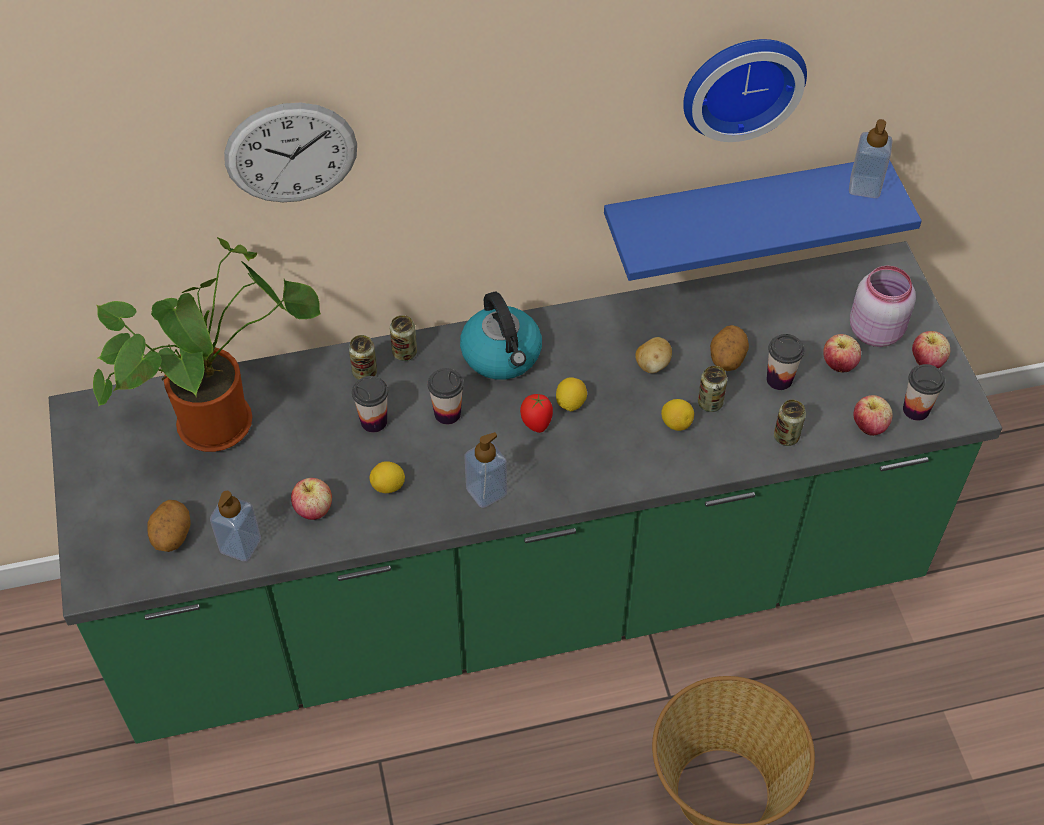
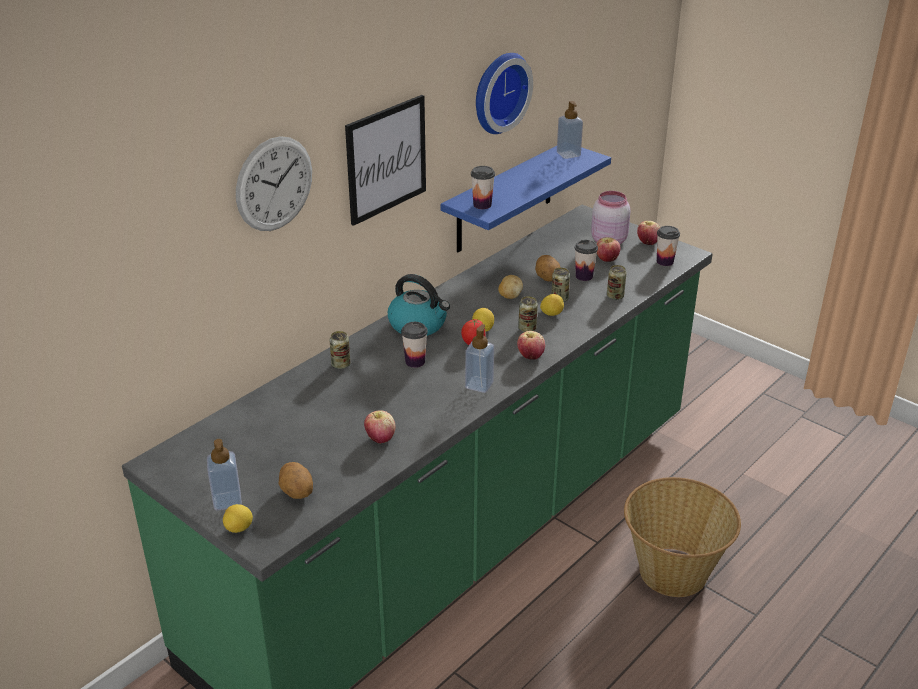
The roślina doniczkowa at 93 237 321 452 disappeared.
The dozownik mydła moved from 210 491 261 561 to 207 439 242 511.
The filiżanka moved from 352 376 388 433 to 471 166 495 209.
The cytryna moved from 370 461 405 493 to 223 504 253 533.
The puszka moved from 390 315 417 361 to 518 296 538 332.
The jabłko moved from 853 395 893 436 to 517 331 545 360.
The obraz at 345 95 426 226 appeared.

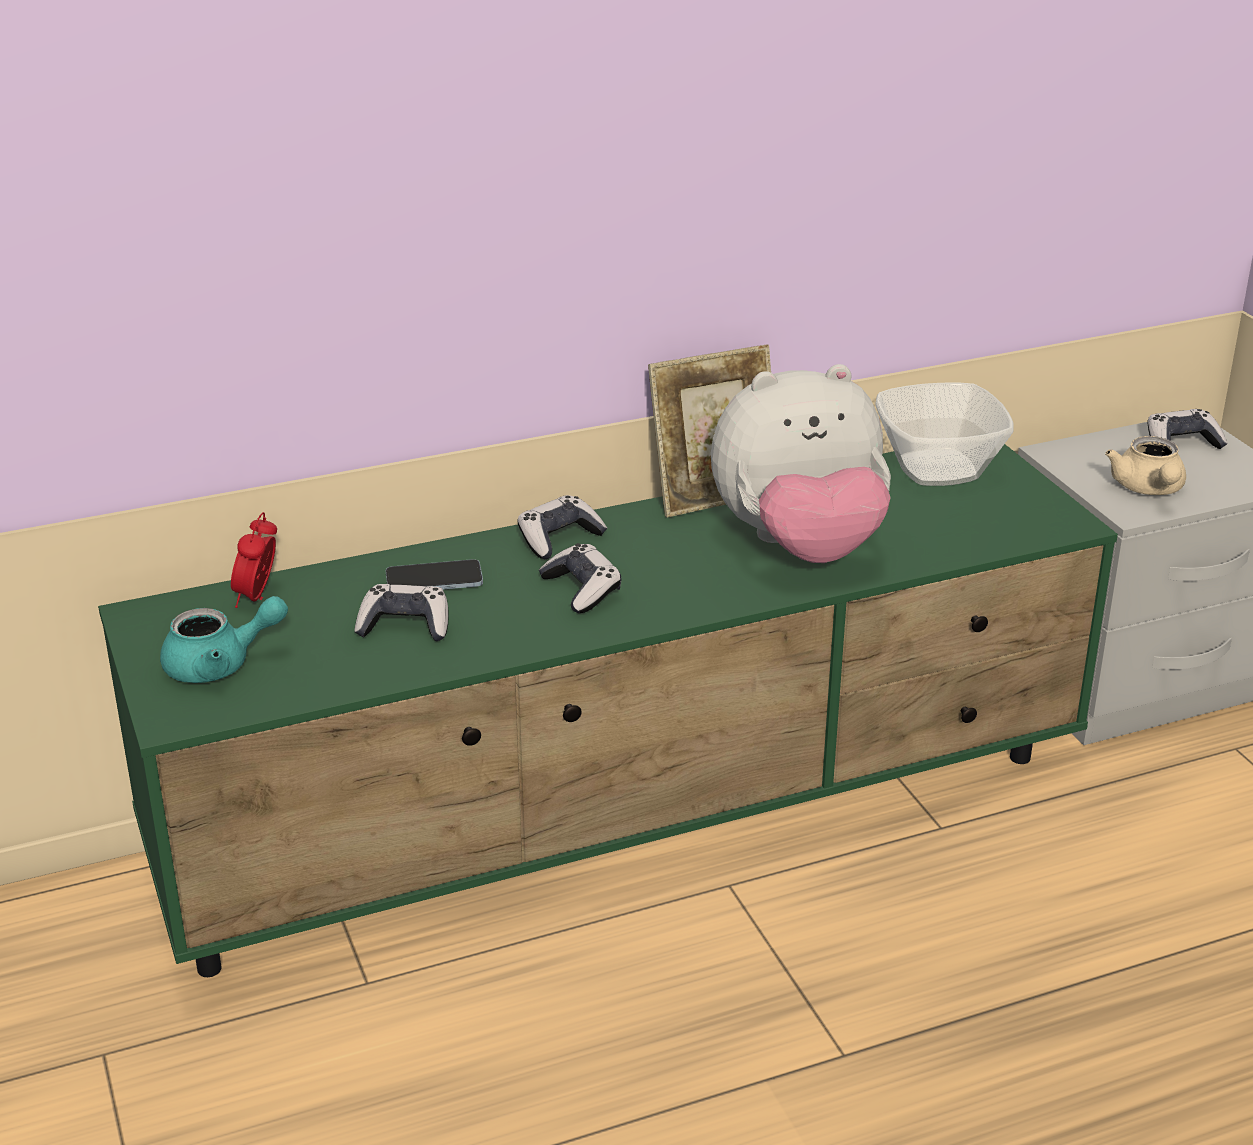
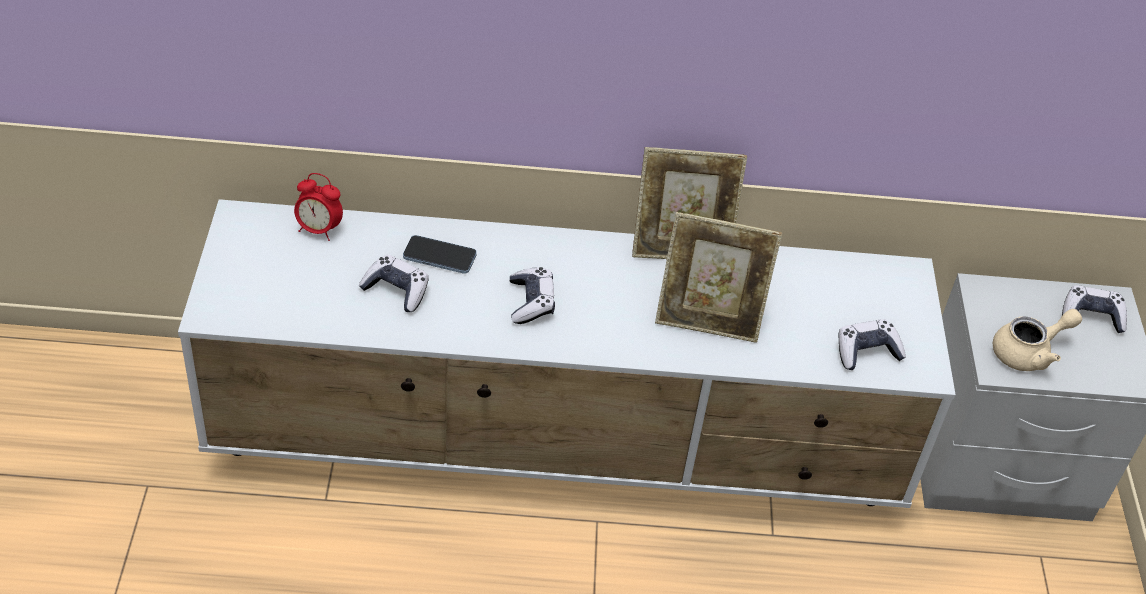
The szafka pod telewizor/zielony at 98 444 1118 977 became the szafka pod telewizor/biały at 178 199 956 508.
The imbryk/turkusowy at 160 596 288 683 disappeared.
The budzik at 231 512 277 608 turned 105 degrees counterclockwise.
The pad do gier moved from 518 495 607 559 to 839 319 906 370.
The pluszak at 711 364 891 563 was replaced by the ramka na zdjęcie at 655 212 782 343.
The miska at 875 382 1014 486 disappeared.
The imbryk/beżowy at 1105 436 1186 495 turned 135 degrees counterclockwise.

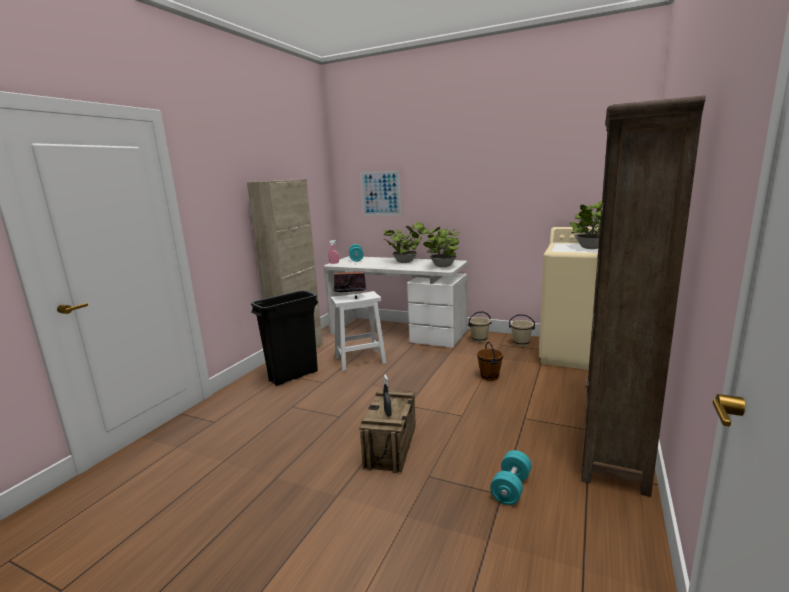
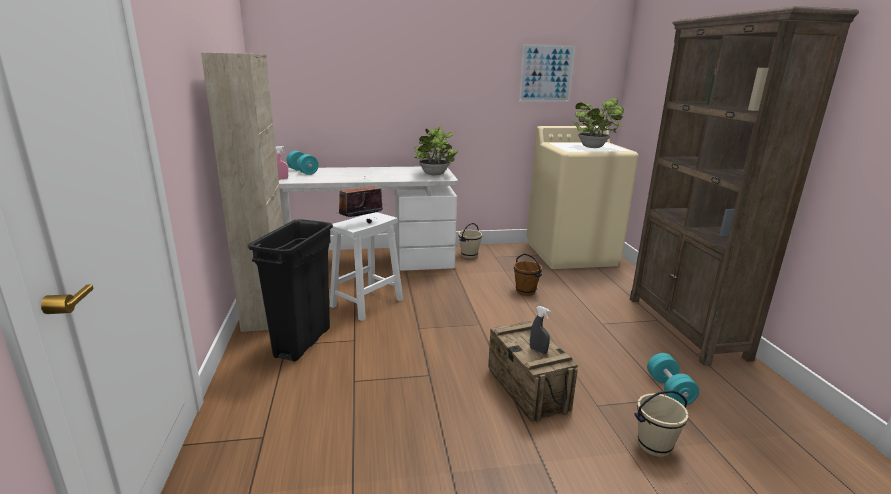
The obraz moved from 360 170 401 215 to 519 44 575 102.
The roślina doniczkowa at 383 222 429 263 disappeared.
The wiadro/beżowy moved from 509 314 535 347 to 634 390 688 457.

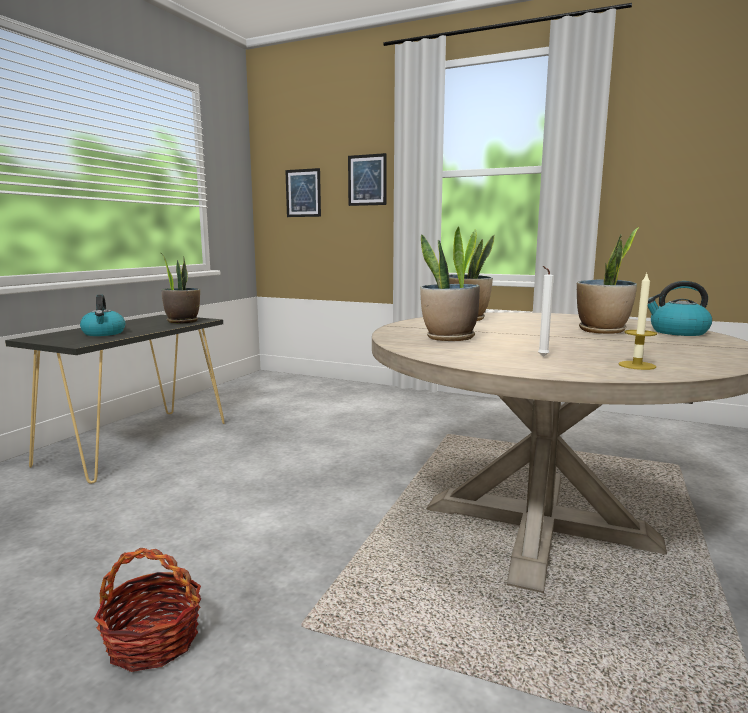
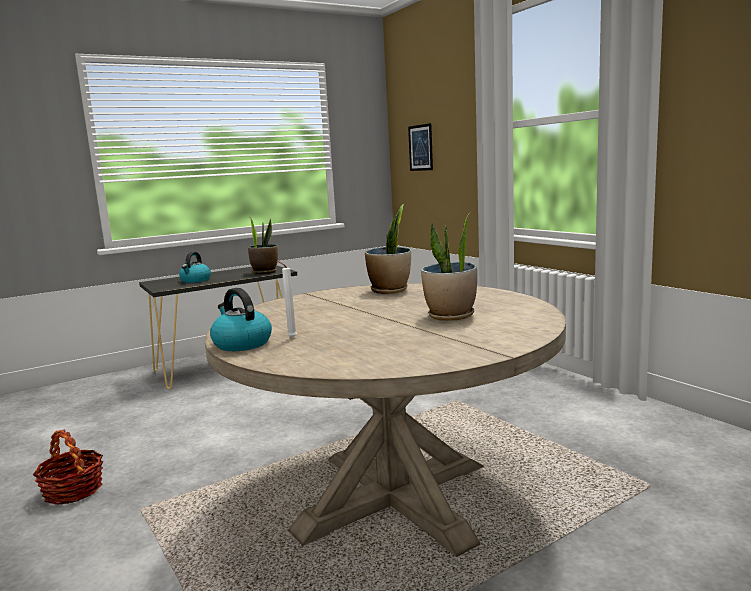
The obraz at 348 153 387 206 disappeared.
The roślina doniczkowa at 420 226 480 341 disappeared.
The świeca at 619 274 657 370 disappeared.
The czajnik moved from 648 281 712 336 to 210 288 272 351.

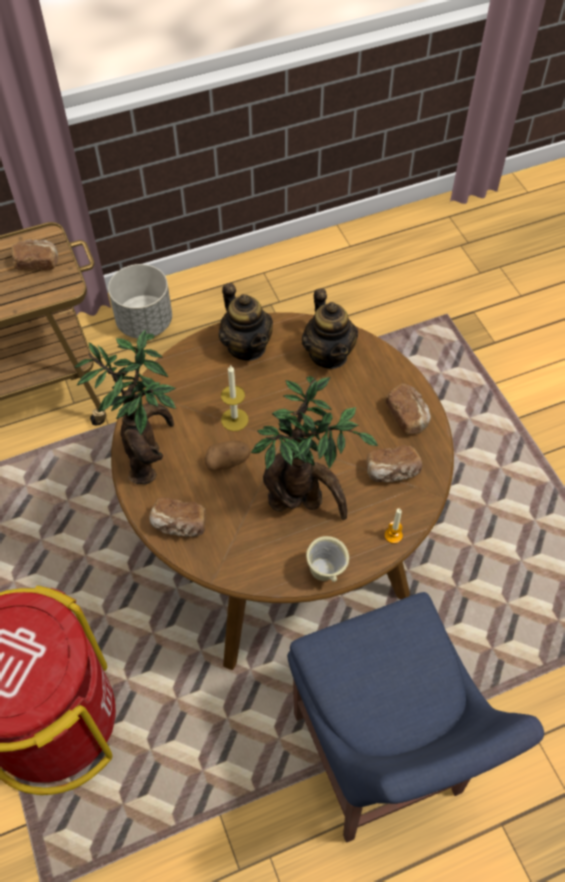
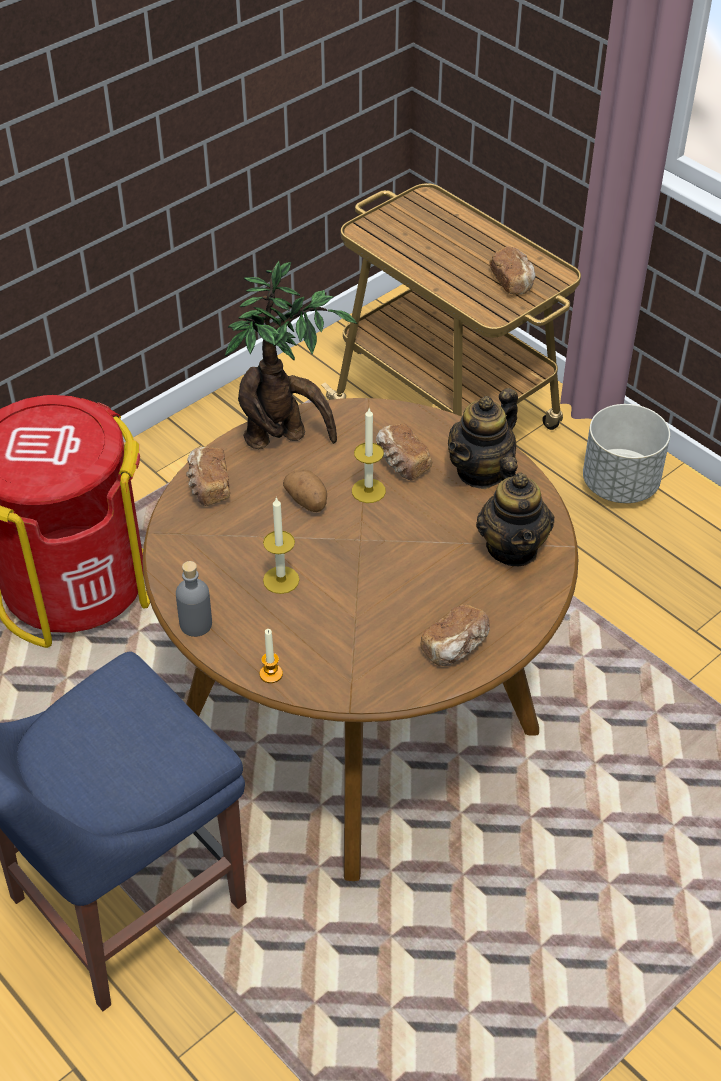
The roślina doniczkowa at 251 376 378 520 was replaced by the świeca at 263 497 299 594.
The imbryk at 302 288 358 369 turned 60 degrees counterclockwise.
The kubek/beżowy at 306 536 349 582 was replaced by the butelka/szary at 176 561 212 637.
The chleb moved from 366 445 422 482 to 376 423 432 481.

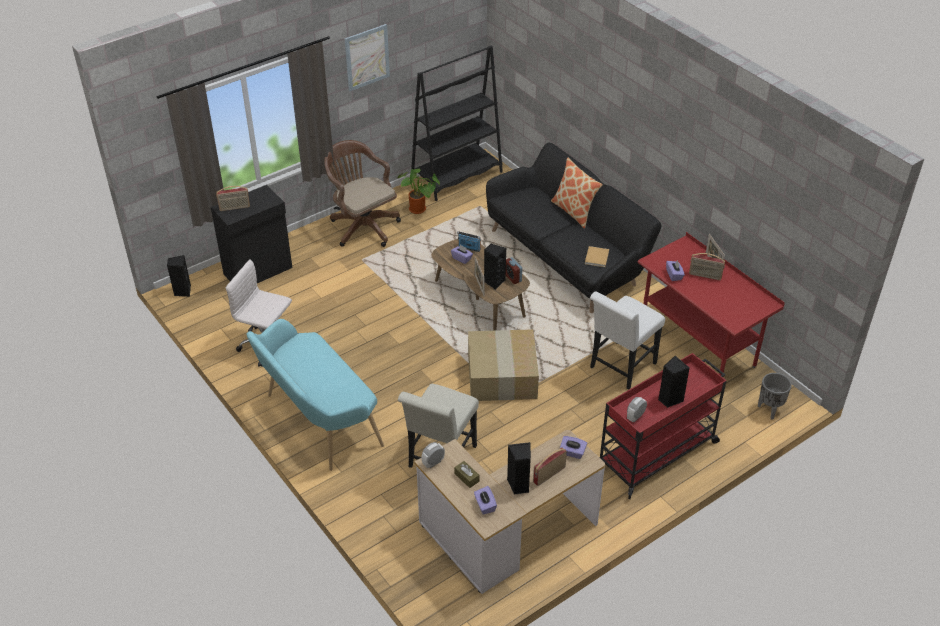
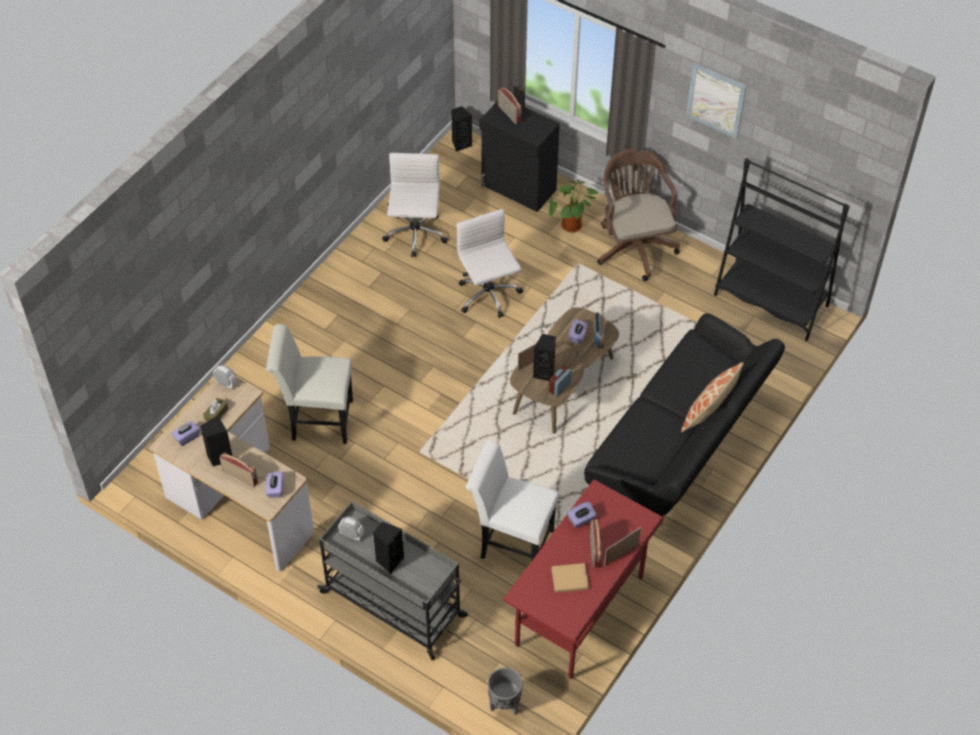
The ławka/turkusowy at 247 319 384 471 disappeared.
The krzesło biurowe/brązowy at 325 140 401 247 turned 45 degrees counterclockwise.
The roślina doniczkowa moved from 397 169 440 214 to 549 180 599 233.
The karton at 468 329 539 401 disappeared.
The książka/beżowy moved from 585 246 609 267 to 551 563 589 593.
The wózek/czerwony at 600 353 727 499 became the wózek/szary at 317 501 467 660.
The krzesło biurowe/biały at 456 209 523 318 appeared.

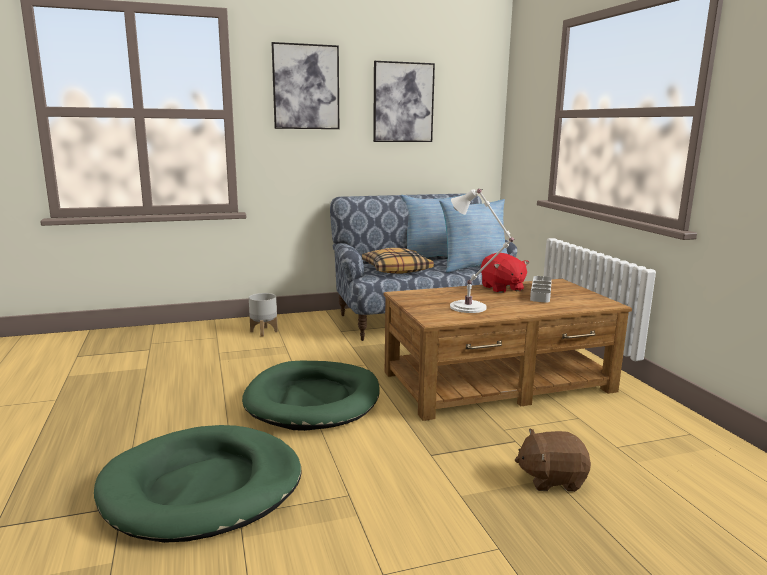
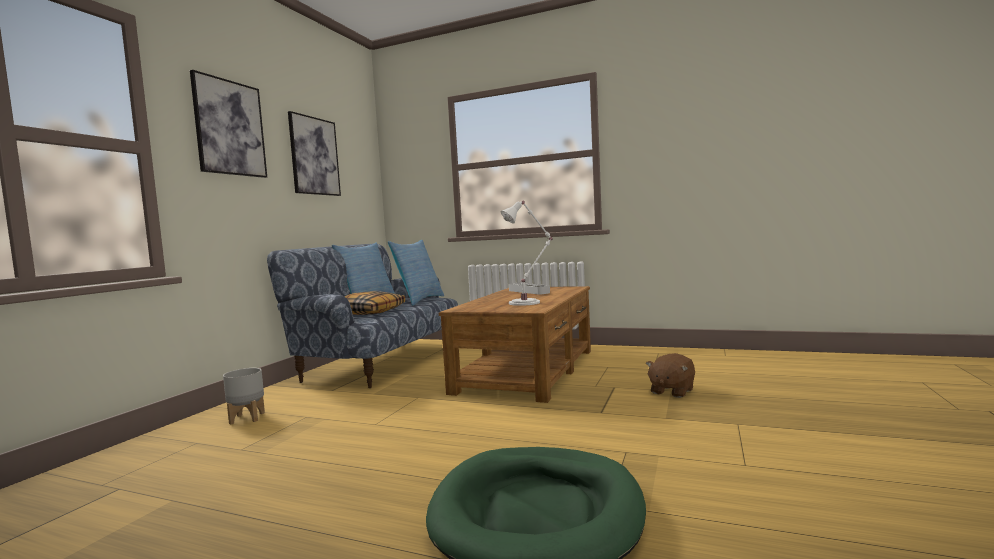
The legowisko/zielony at 242 361 380 431 disappeared.
The pluszak/czerwony at 481 253 529 293 disappeared.

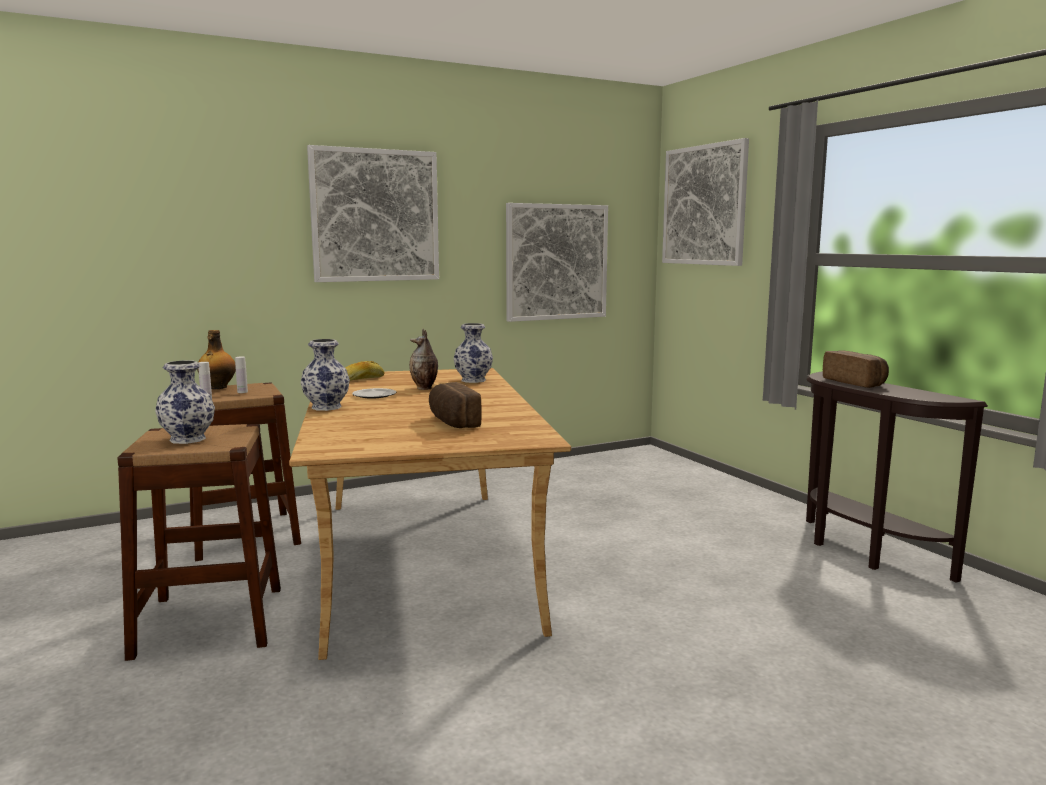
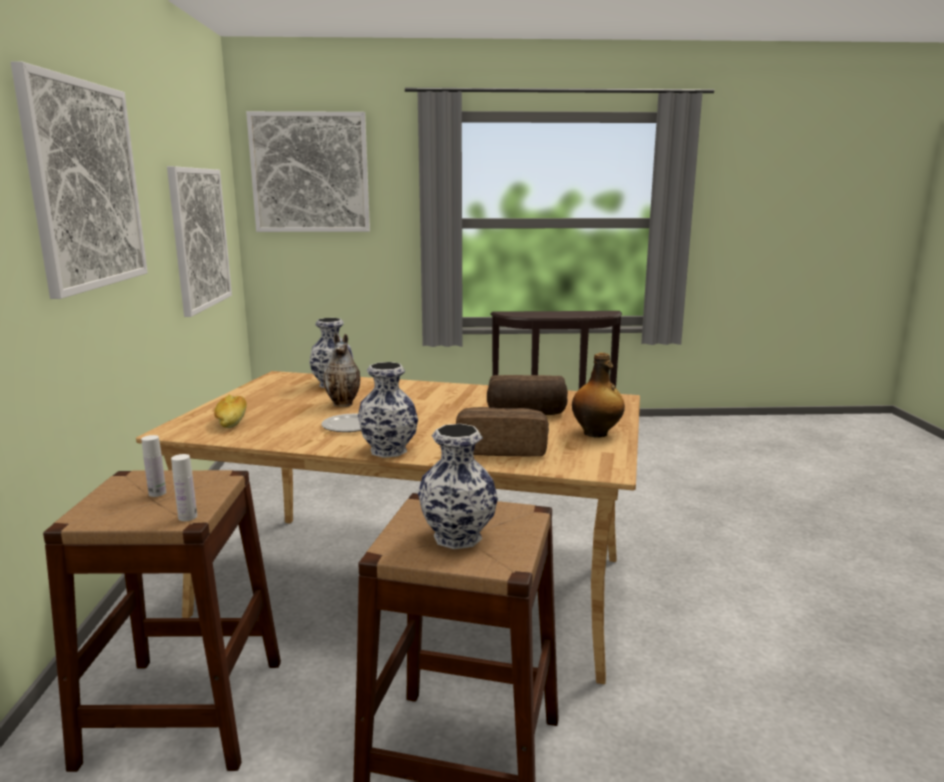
The butelka moved from 197 330 236 389 to 572 353 625 437.
The chleb moved from 823 350 889 388 to 456 407 549 456.

